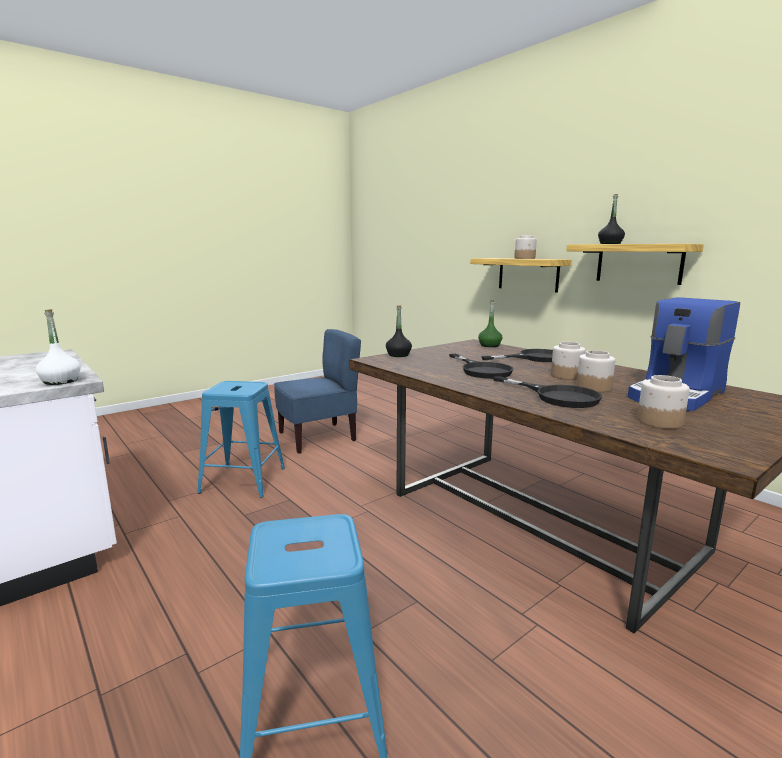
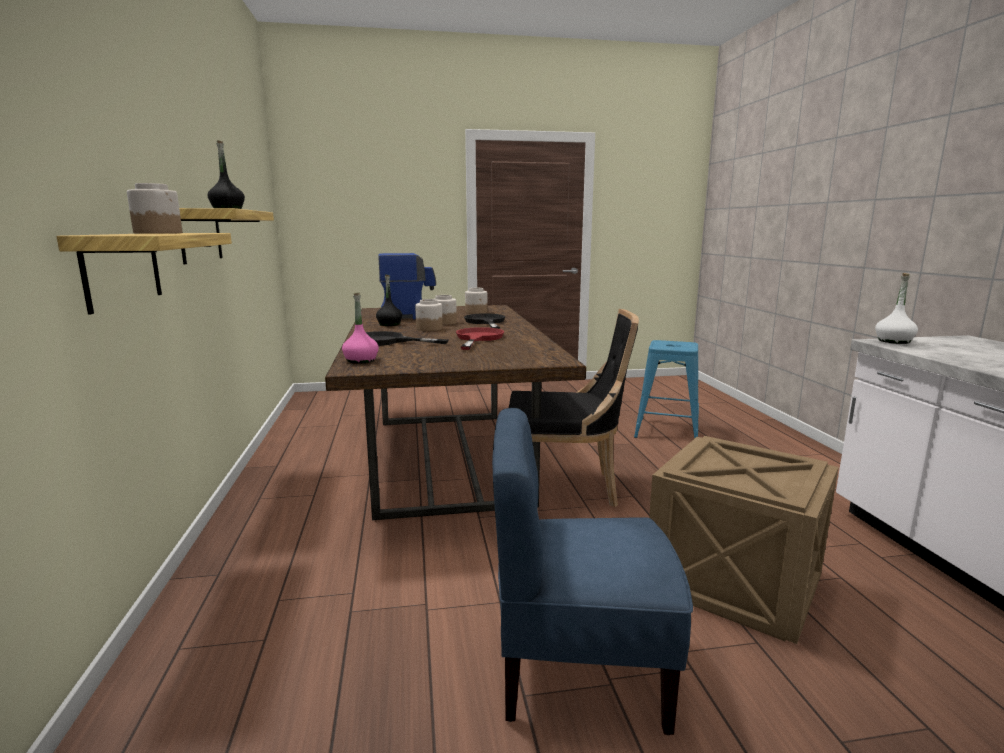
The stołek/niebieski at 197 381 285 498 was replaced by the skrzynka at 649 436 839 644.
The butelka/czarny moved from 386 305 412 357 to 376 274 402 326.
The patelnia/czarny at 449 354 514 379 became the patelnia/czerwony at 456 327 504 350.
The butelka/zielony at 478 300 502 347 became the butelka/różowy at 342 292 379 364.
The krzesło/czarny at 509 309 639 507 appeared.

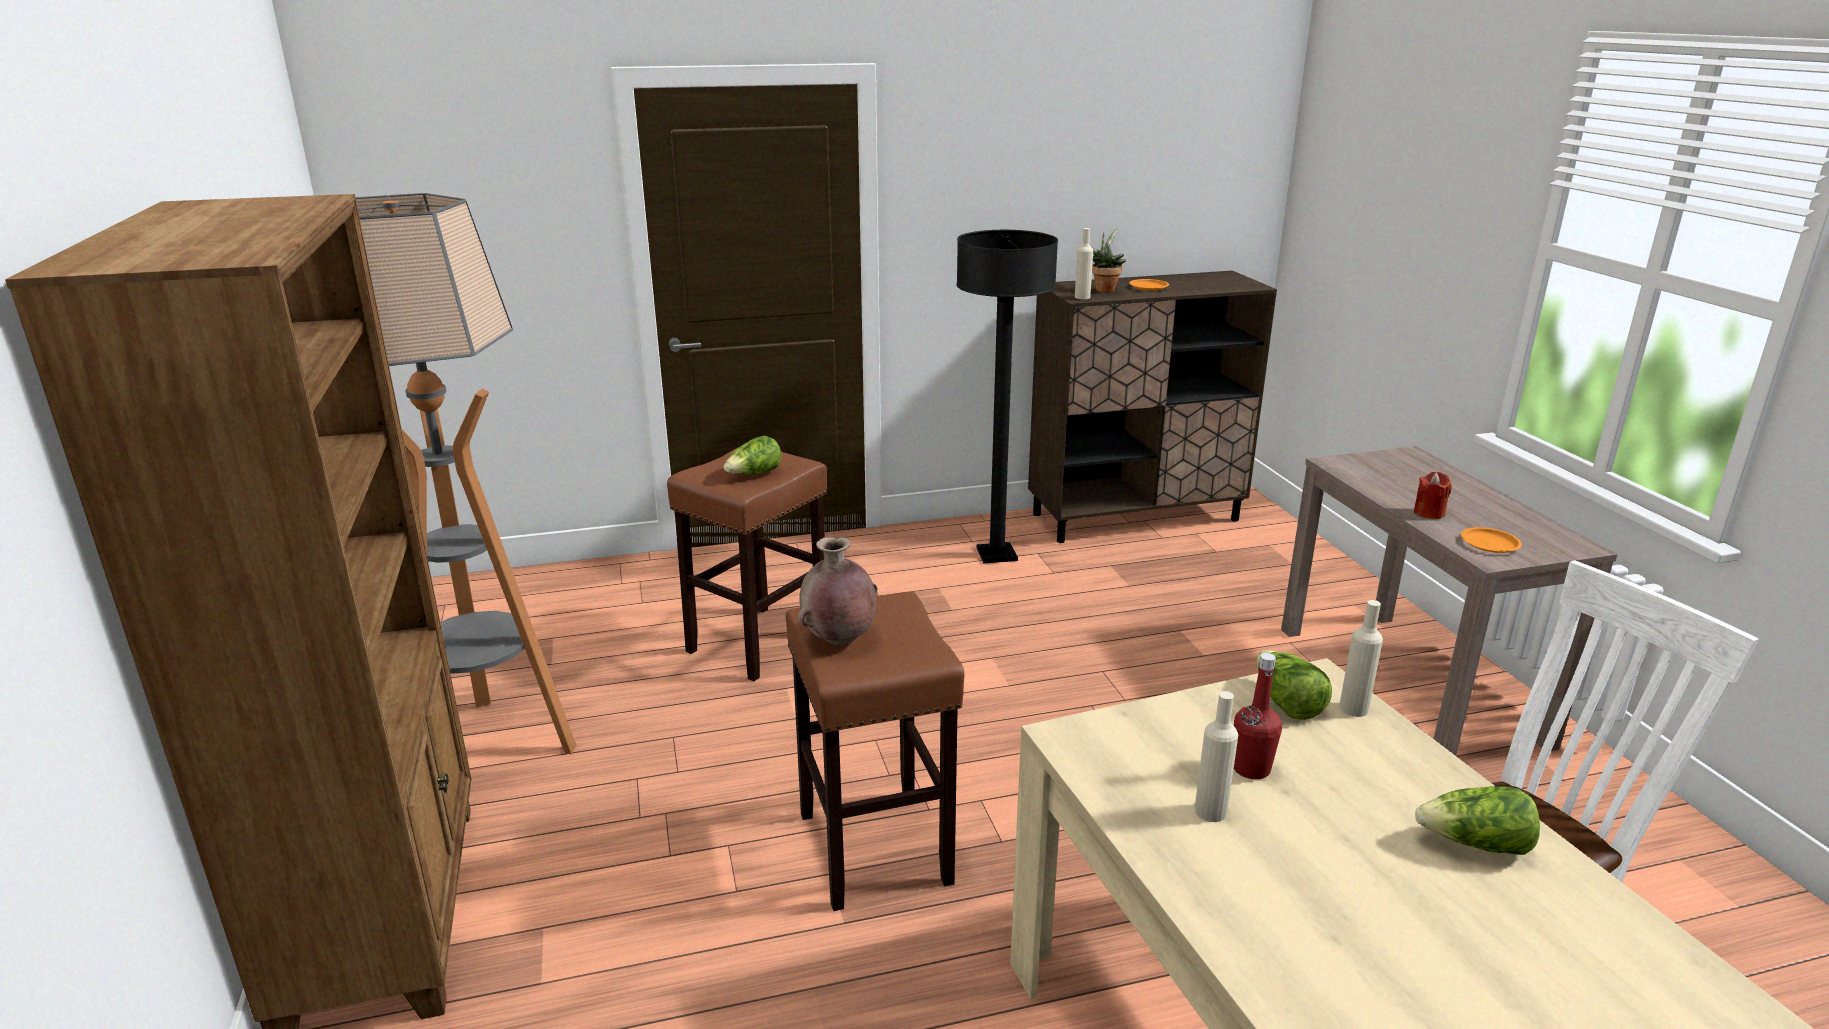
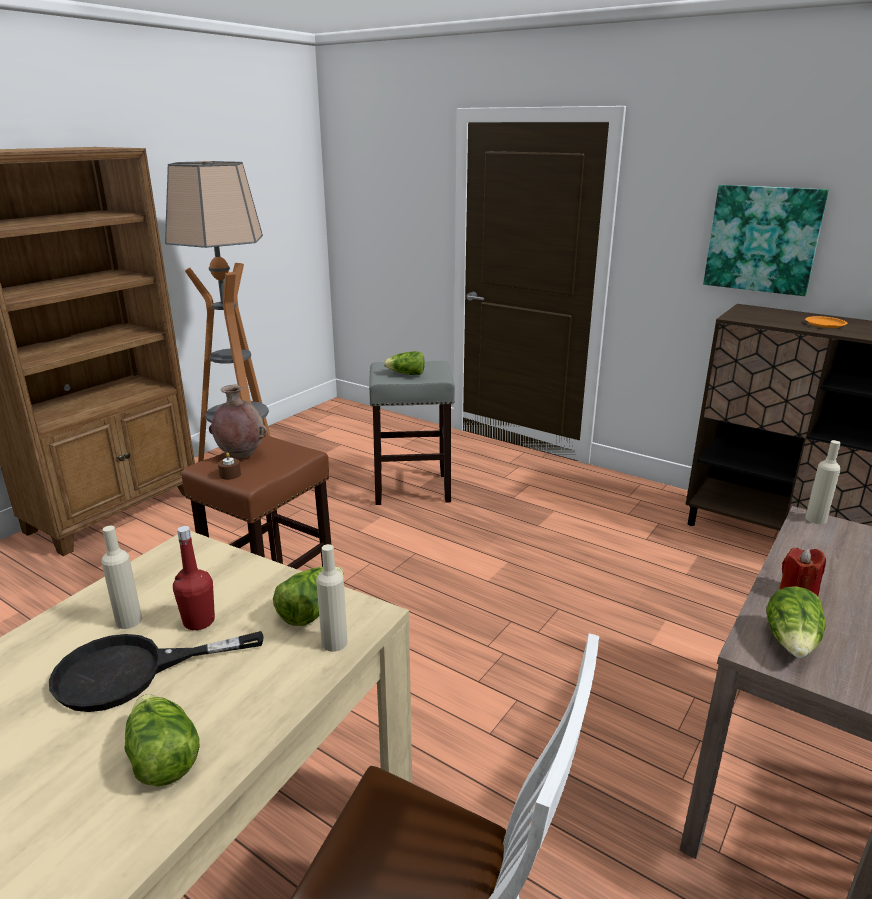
The stołek/brązowy at 667 448 827 681 became the stołek/szary at 369 361 455 505.
The lampa stojąca/czarny at 956 230 1058 563 disappeared.
The butelka/beżowy moved from 1075 228 1093 299 to 805 440 841 524.
The roślina doniczkowa at 1092 229 1126 292 disappeared.
The talerz/pomarańczowy at 1461 527 1522 553 was replaced by the sałata at 766 586 826 658.
The patelnia/czarny at 49 631 264 712 appeared.
The świeca/brązowy at 218 452 241 480 appeared.
The obraz at 703 185 829 296 appeared.

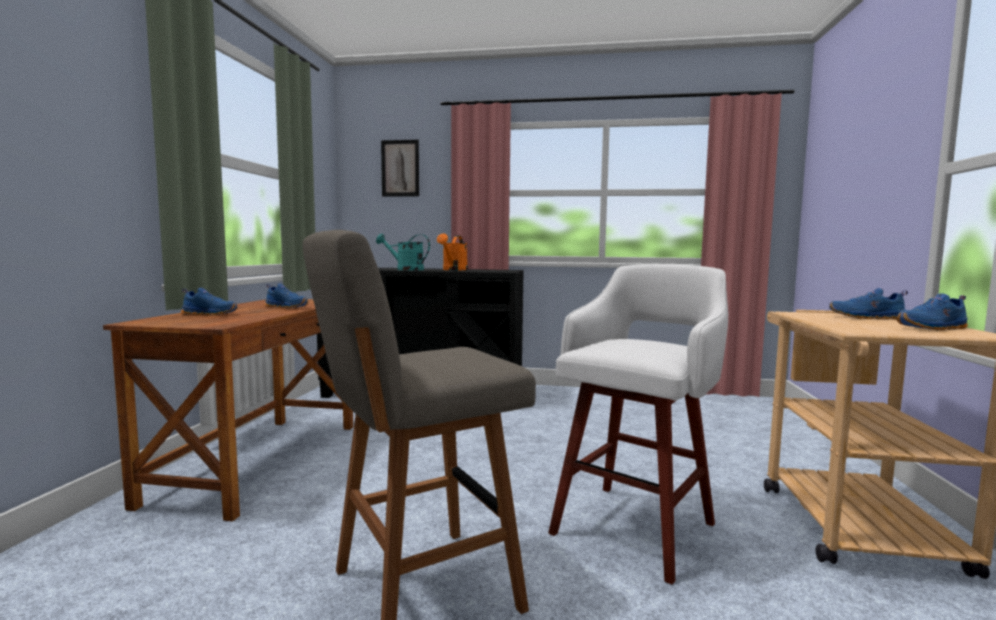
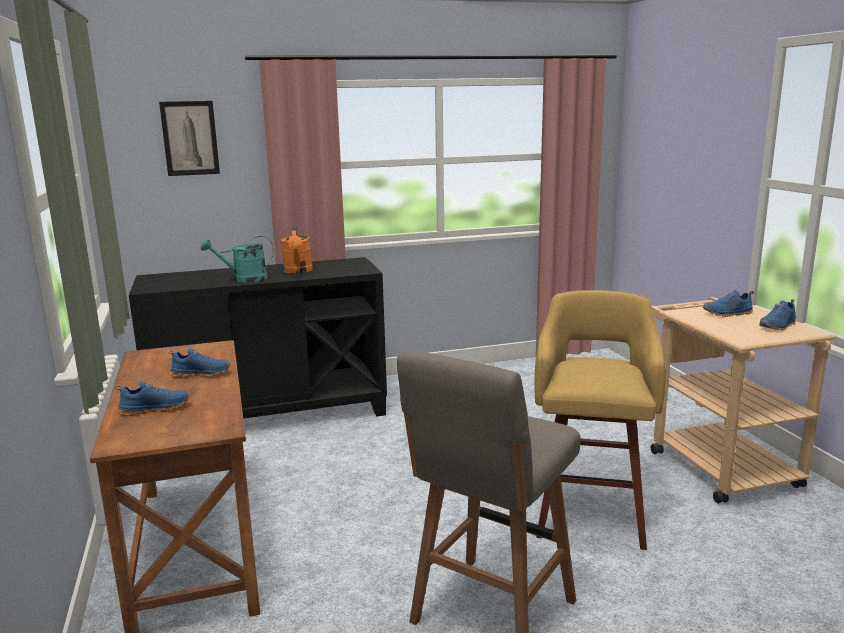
The stołek/biały at 548 264 728 585 became the stołek/żółty at 534 290 666 550.

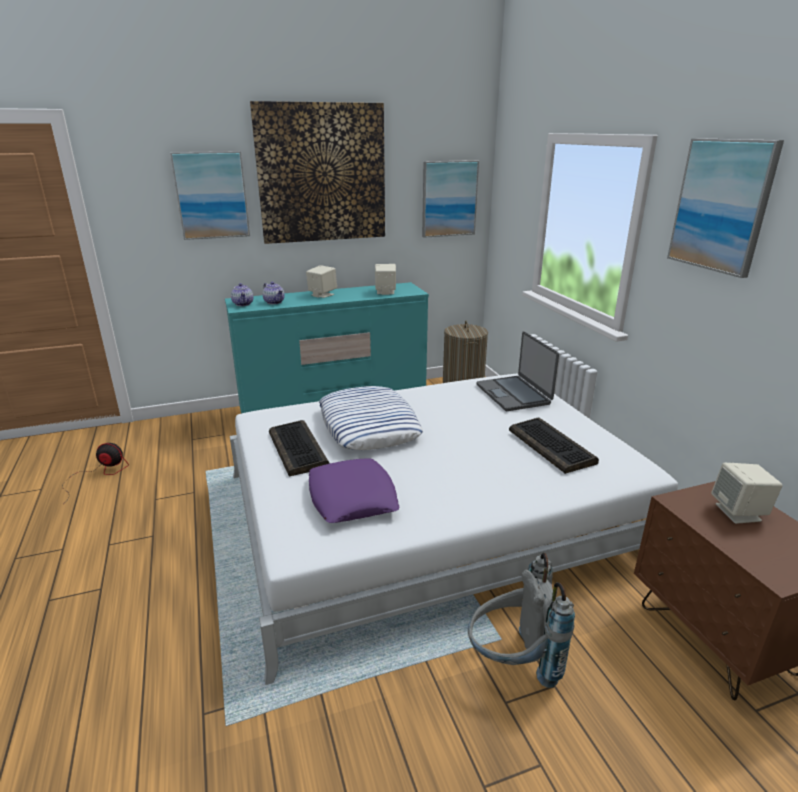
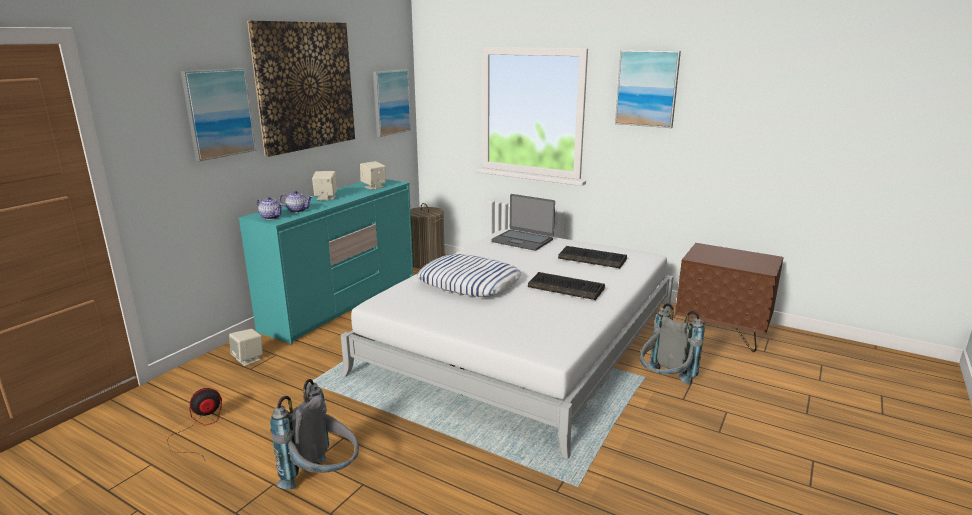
The klawiatura moved from 269 420 330 476 to 528 272 605 300.
The poduszka/fioletowy at 309 458 399 523 disappeared.
The głośnik/beżowy moved from 711 463 783 524 to 229 329 263 366.
The plecak/szary at 270 379 359 489 appeared.

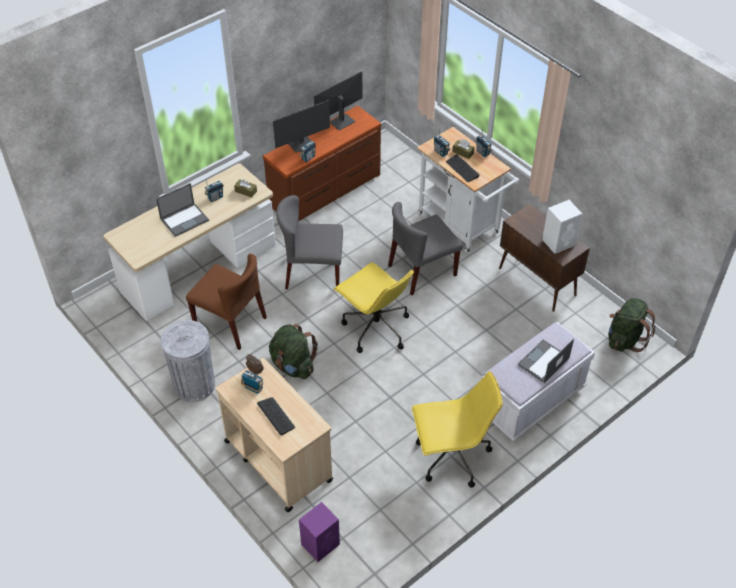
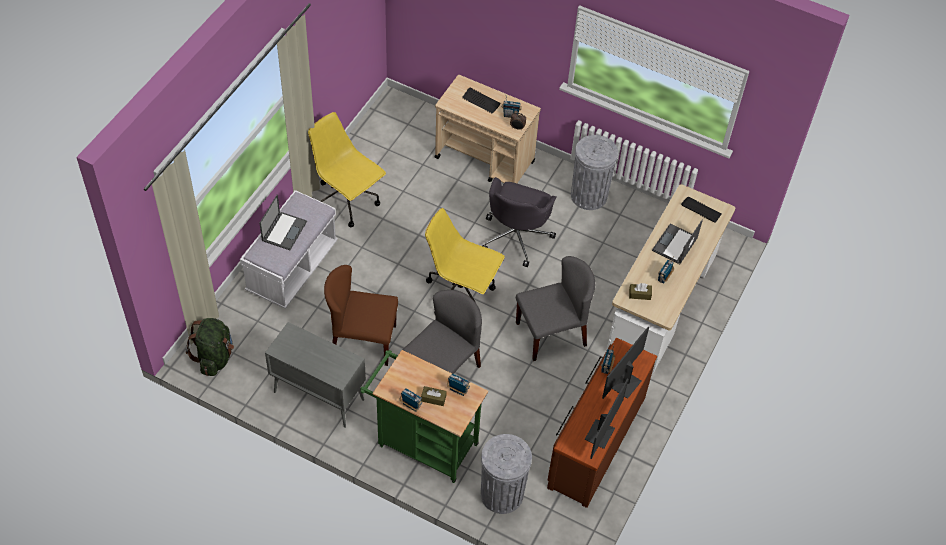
The krzesło/brązowy moved from 186 254 267 350 to 324 265 398 366.
The plecak/zielony at 269 324 318 379 was replaced by the krzesło biurowe/szary at 483 177 557 267.
The głośnik/fioletowy at 299 502 340 562 disappeared.
The krzesło biurowe/żółty at 412 371 503 488 turned 75 degrees clockwise.
The wózek/biały at 417 127 519 253 became the wózek/zielony at 360 350 488 483.
The klawiatura moved from 446 154 480 182 to 681 197 722 223.
The szafka/brązowy at 499 204 590 312 became the szafka/szary at 265 322 366 428.
The głośnik/biały at 542 200 583 254 disappeared.
The kosz na śmieci/szary at 481 434 532 514 appeared.

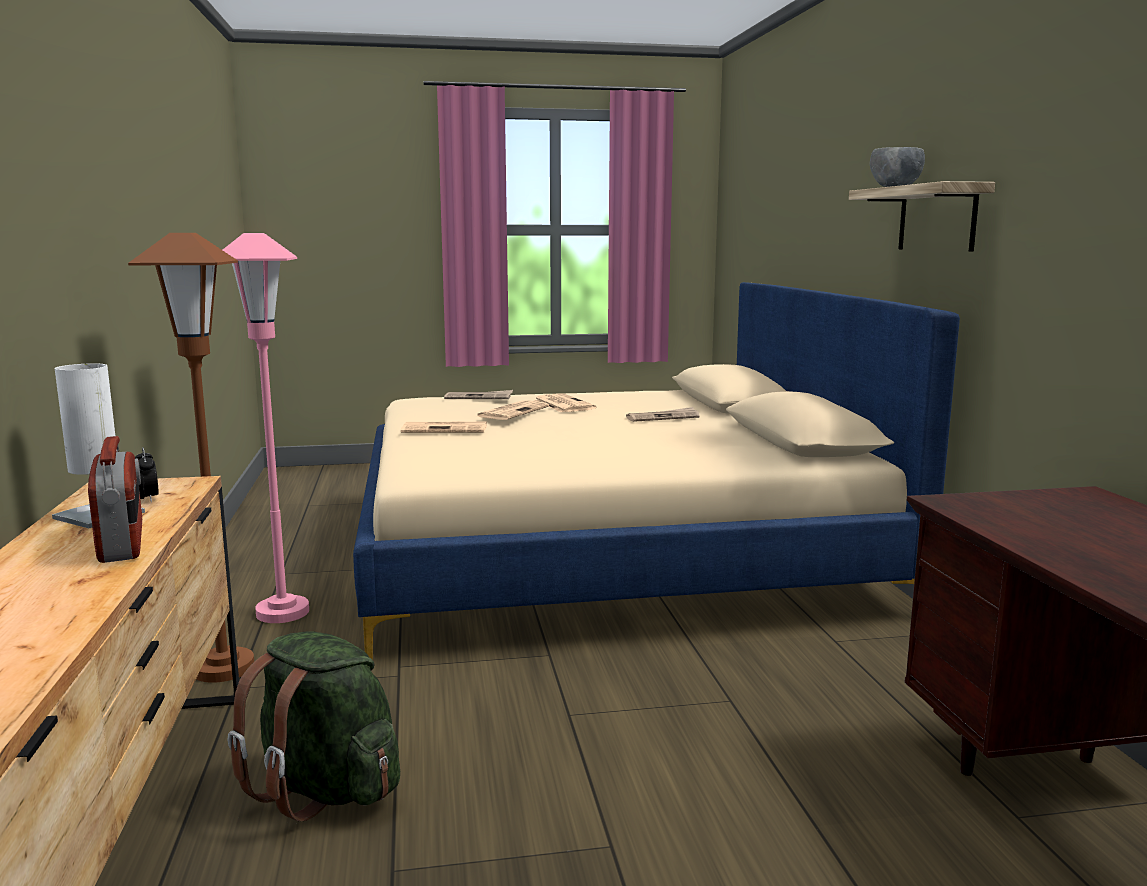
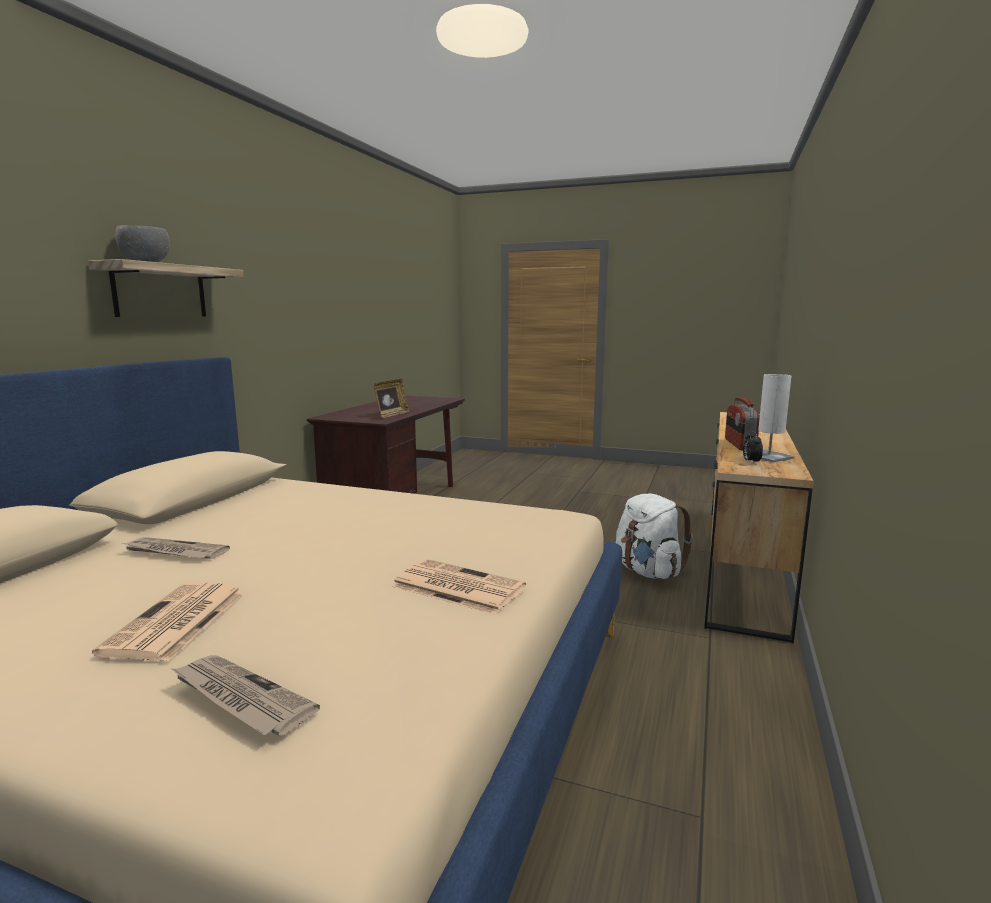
The lampa stojąca/brązowy at 128 233 254 683 disappeared.
The lampa stojąca/różowy at 223 233 309 623 disappeared.
The plecak/zielony at 227 631 400 821 became the plecak/biały at 616 493 693 579.
The gazeta at 476 400 549 420 disappeared.
The ramka na zdjęcie at 374 379 410 418 appeared.

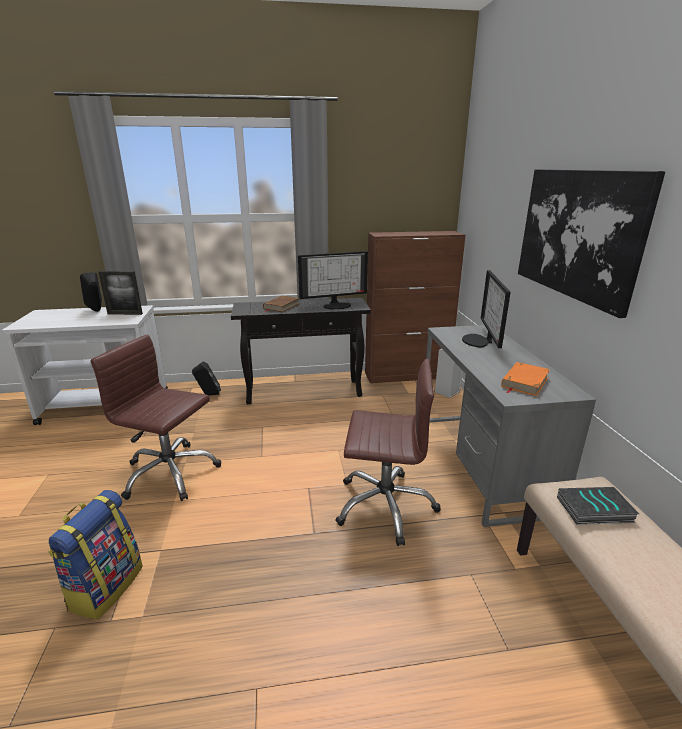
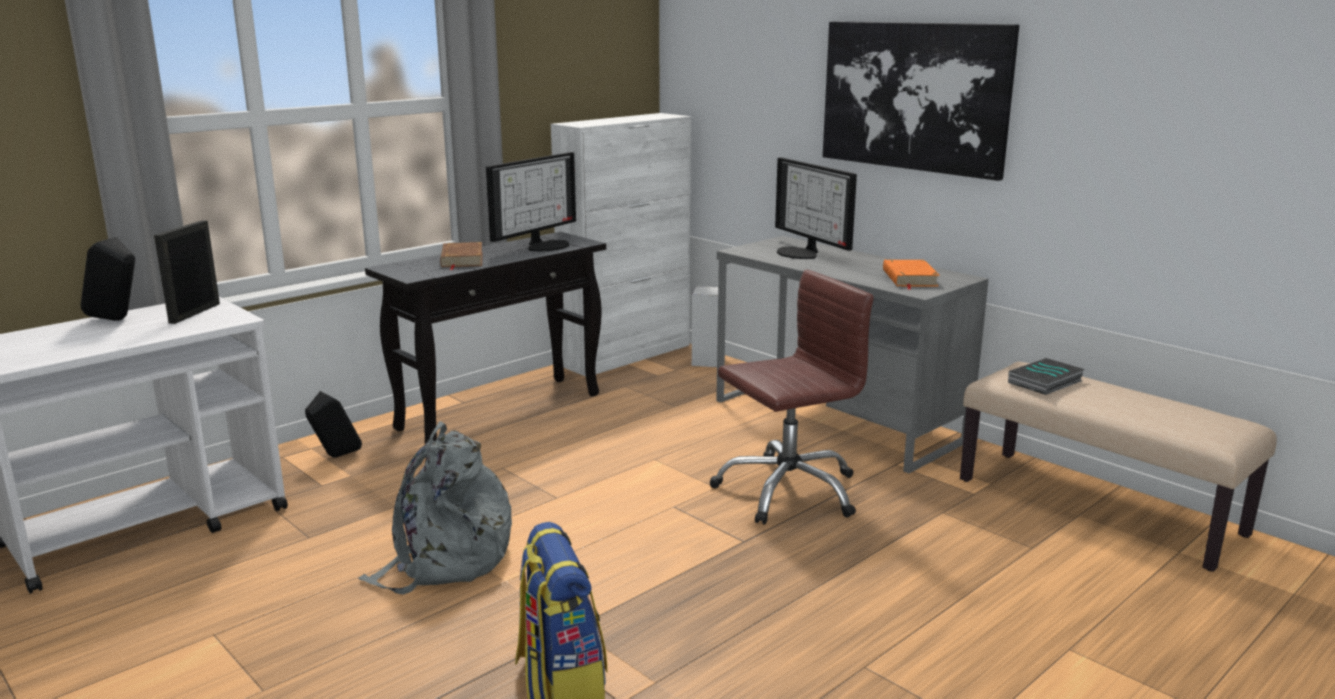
The krzesło biurowe/brązowy at 91 335 221 501 was replaced by the plecak/szary at 358 421 512 594.
The ramka na zdjęcie at 98 271 143 315 turned 135 degrees clockwise.
The szafka/brązowy at 365 231 466 383 became the szafka/biały at 551 113 691 376.

